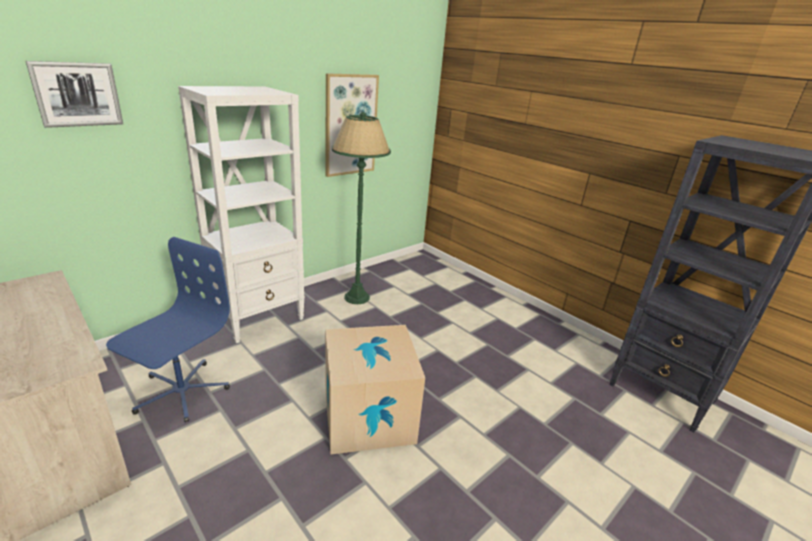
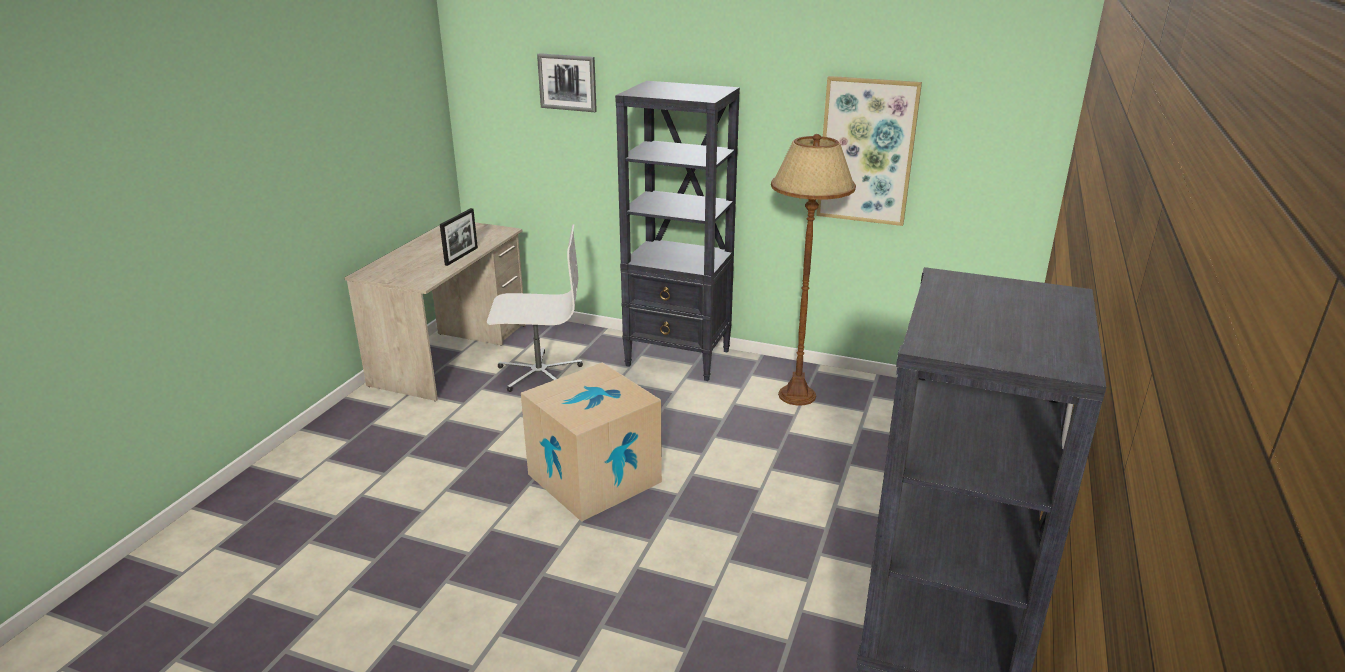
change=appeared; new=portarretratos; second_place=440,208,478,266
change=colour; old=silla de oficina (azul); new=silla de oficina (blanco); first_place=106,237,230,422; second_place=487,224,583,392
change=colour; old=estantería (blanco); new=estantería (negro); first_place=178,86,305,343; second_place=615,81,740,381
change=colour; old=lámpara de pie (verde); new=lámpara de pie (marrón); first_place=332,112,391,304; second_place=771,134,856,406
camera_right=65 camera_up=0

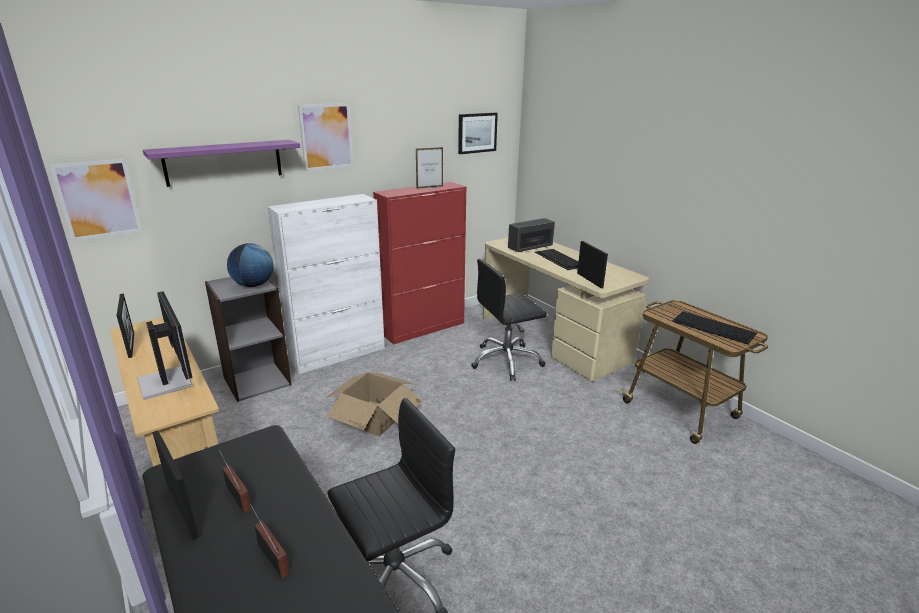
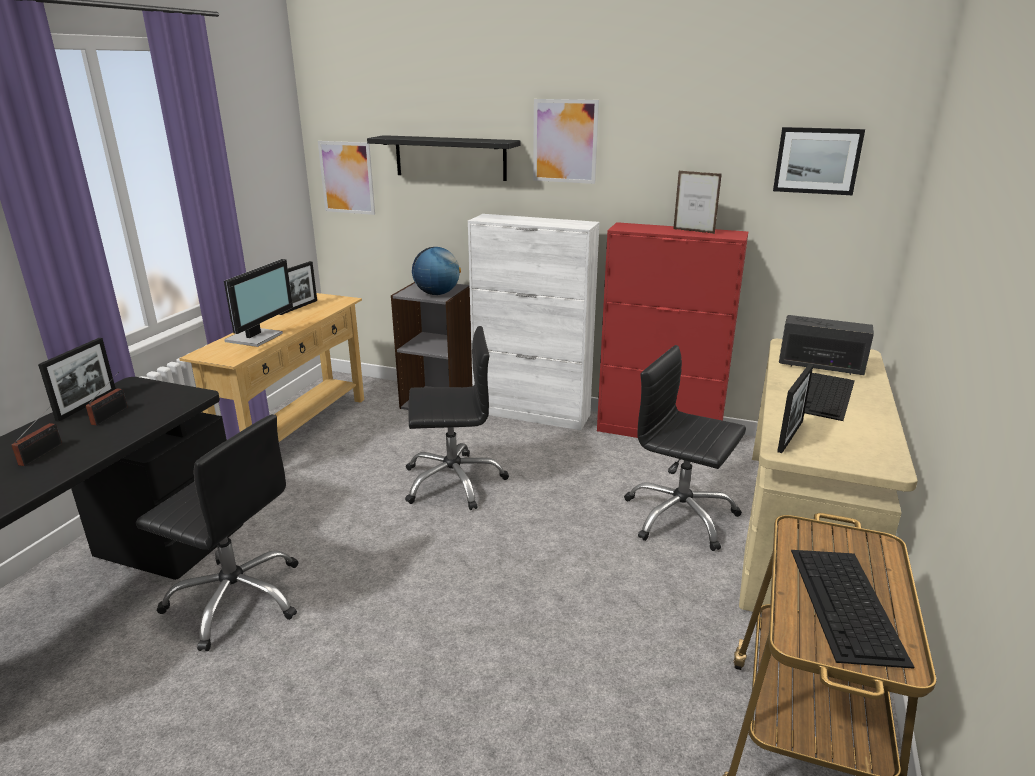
change=colour; old=estante (morado); new=estante (negro); first_place=143,140,300,187; second_place=367,135,521,181
change=exchanged; old=caja de cartón; new=silla de oficina (negro); first_place=325,372,422,436; second_place=405,326,509,510
camera_right=55 camera_up=0

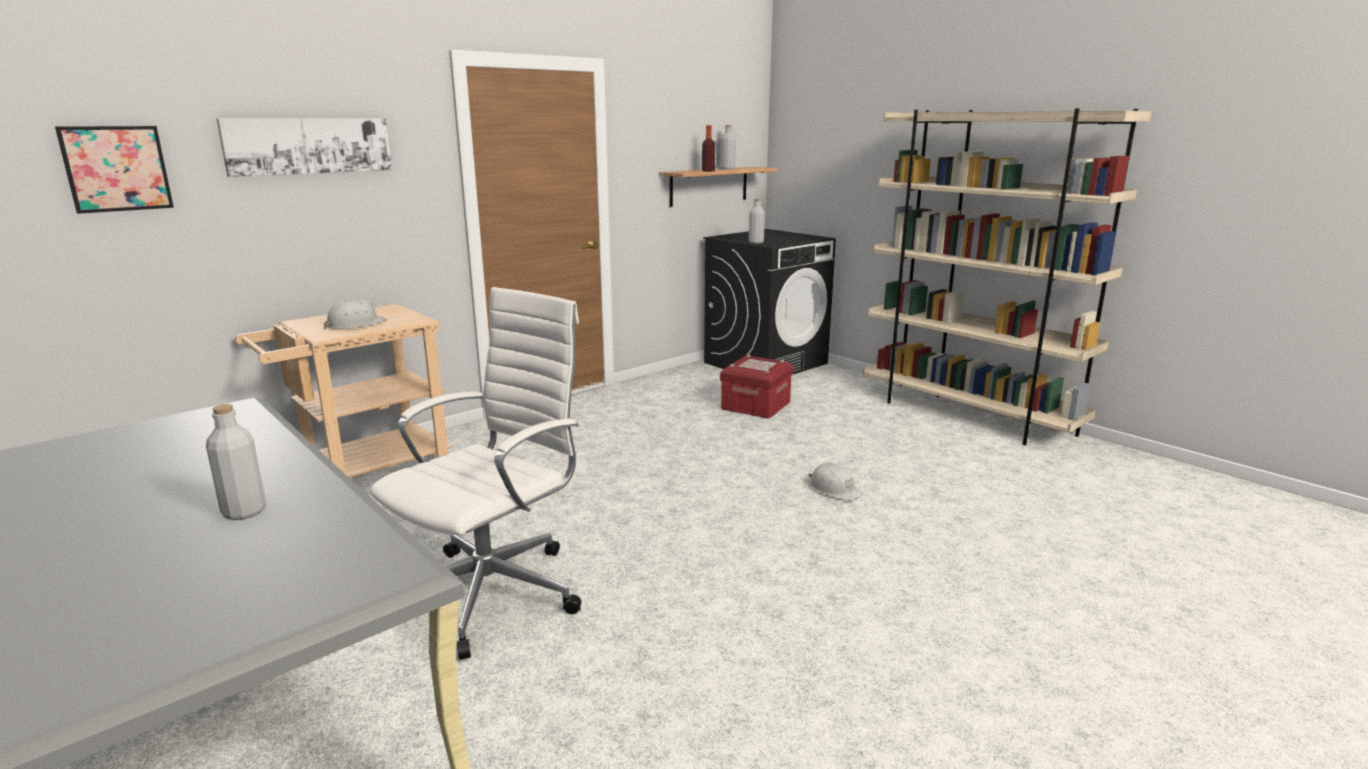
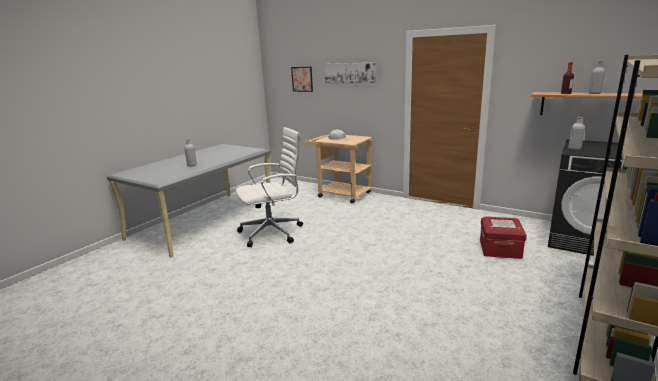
change=spun; old=silla de oficina (blanco); first_place=370,287,581,660; second_place=236,127,303,247; degrees=-45
change=missing; old=casco (blanco); first_place=809,463,863,501
camera_right=75 camera_up=0

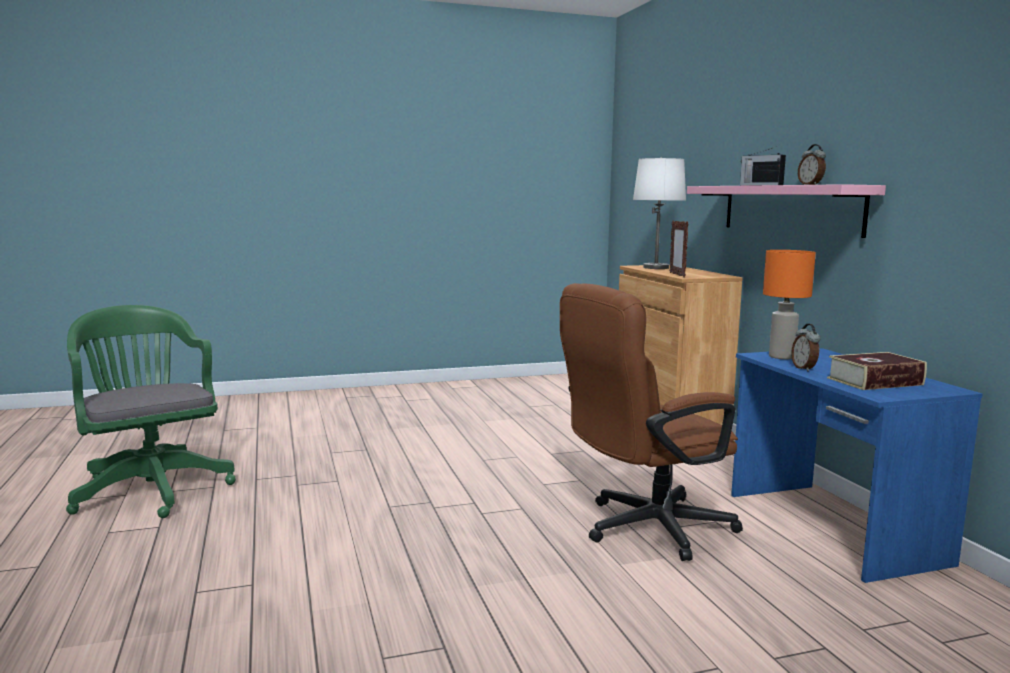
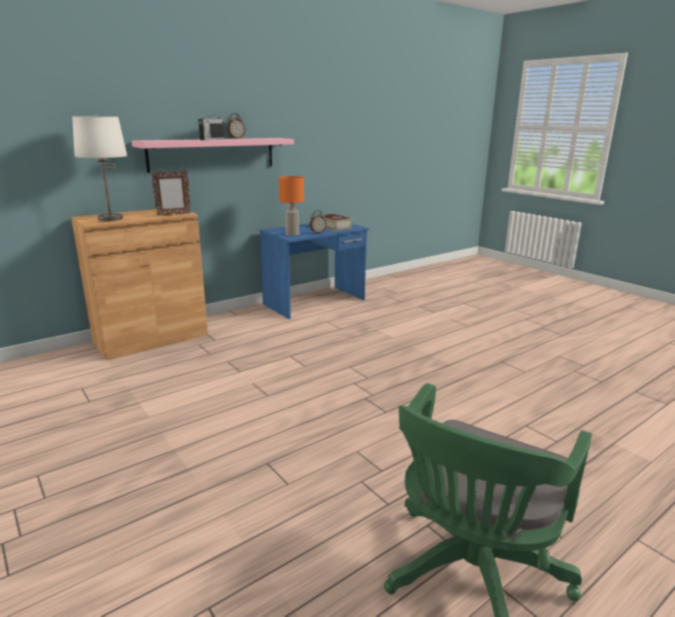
change=missing; old=silla de oficina (marrón); first_place=560,283,743,561
camera_right=-110 camera_up=10

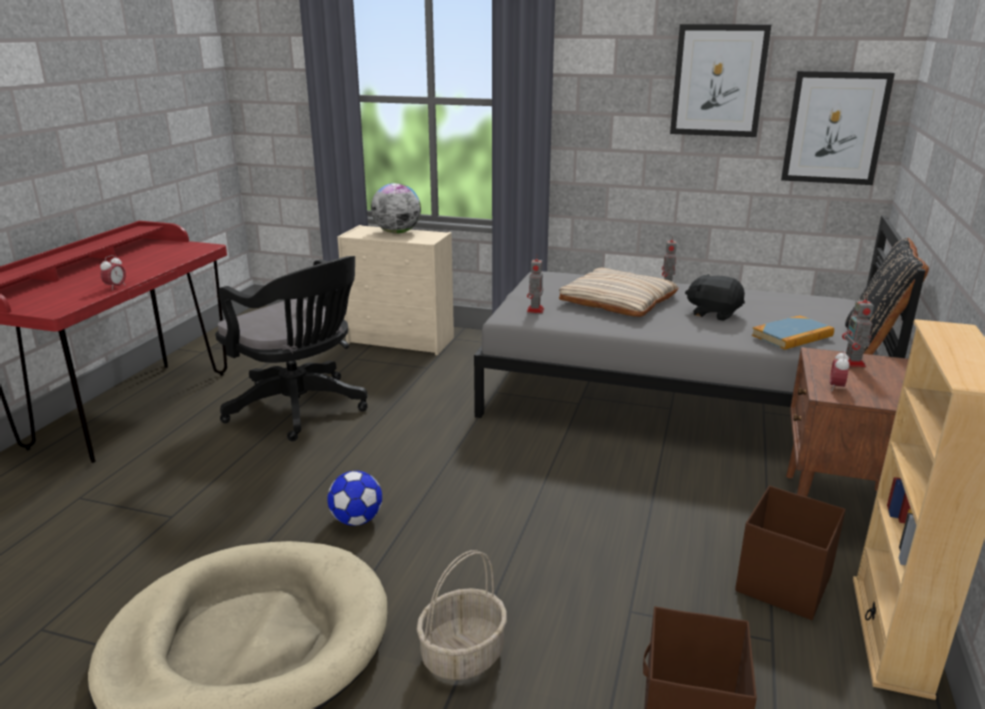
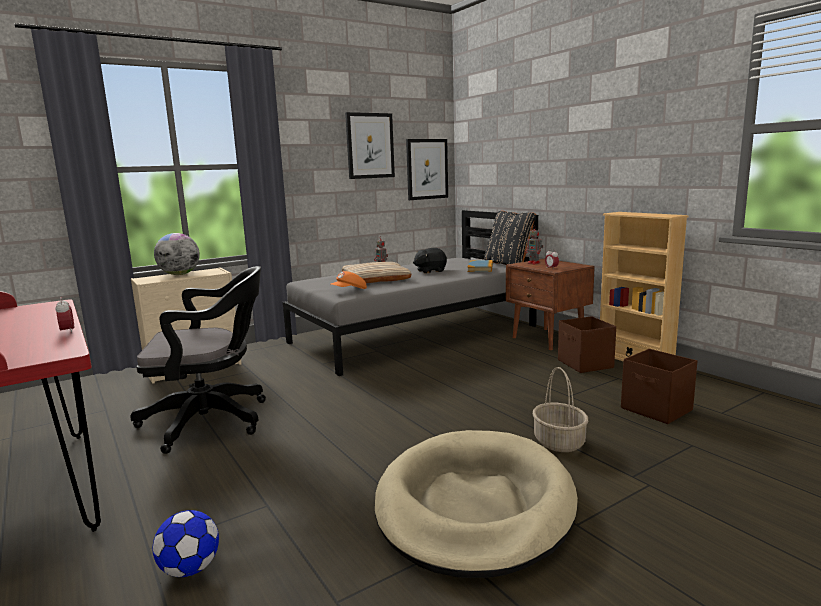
change=relocated; old=balón de fútbol; first_place=327,471,382,526; second_place=153,510,219,577
change=exchanged; old=robot de juguete; new=gorra (naranja); first_place=527,255,544,313; second_place=331,271,367,289
camera_right=-50 camera_up=-10

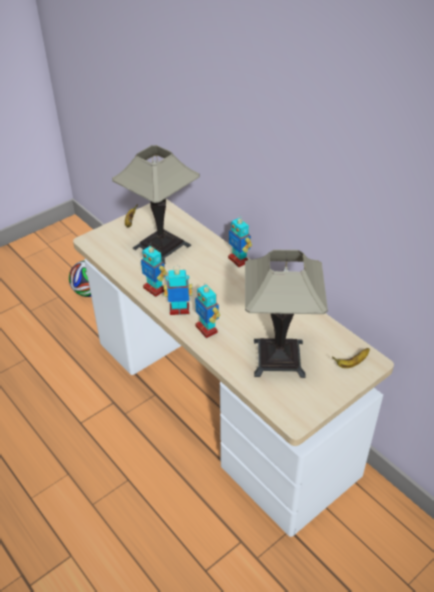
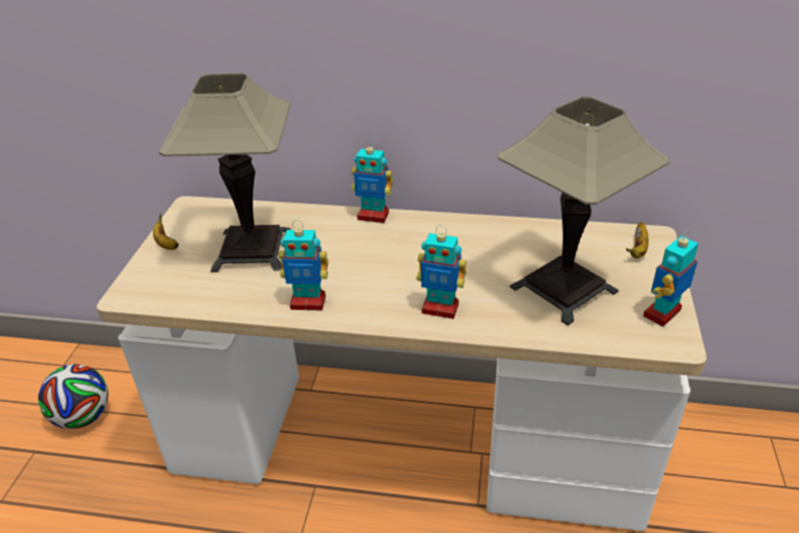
change=relocated; old=robot de juguete; first_place=164,266,193,315; second_place=643,230,699,327
camera_right=-40 camera_up=-5

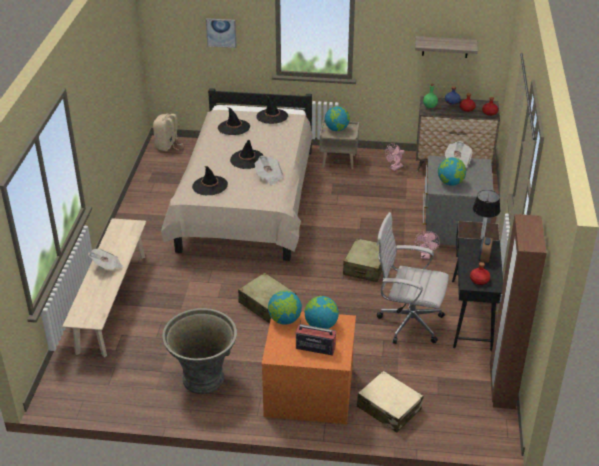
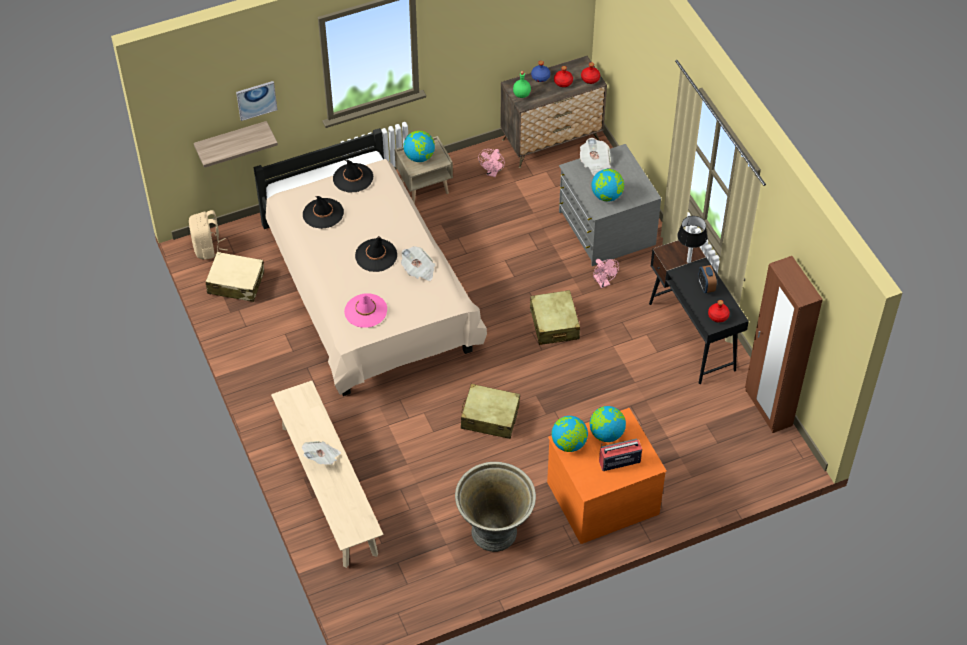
change=relocated; old=estante; first_place=415,36,478,58; second_place=194,121,278,168
change=relocated; old=maleta (beis); first_place=357,371,423,433; second_place=206,252,264,302
change=colour; old=sombrero (negro); new=sombrero (rosa); first_place=192,166,228,195; second_place=344,293,387,328
change=missing; old=silla de oficina (blanco); first_place=377,212,449,344
camera_right=-30 camera_up=15

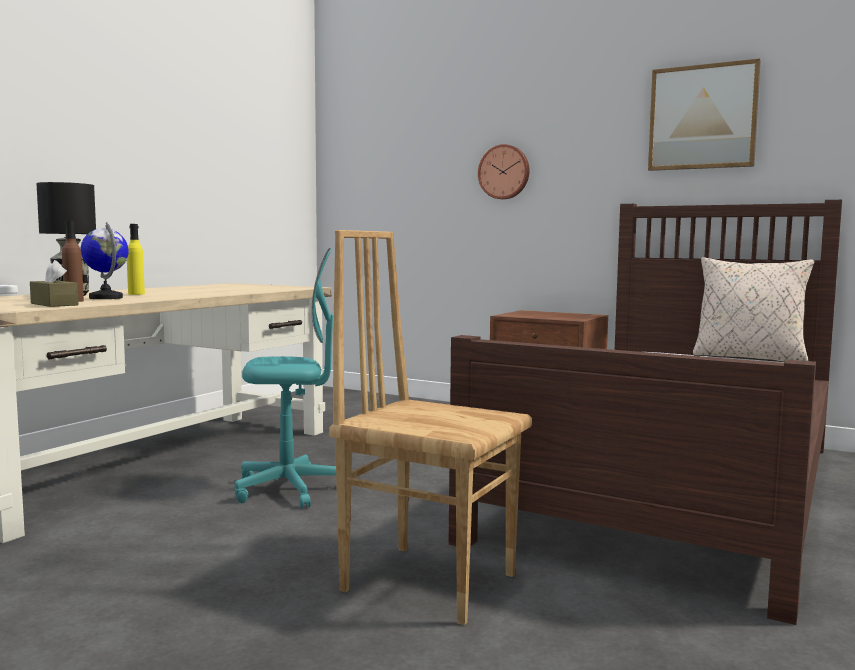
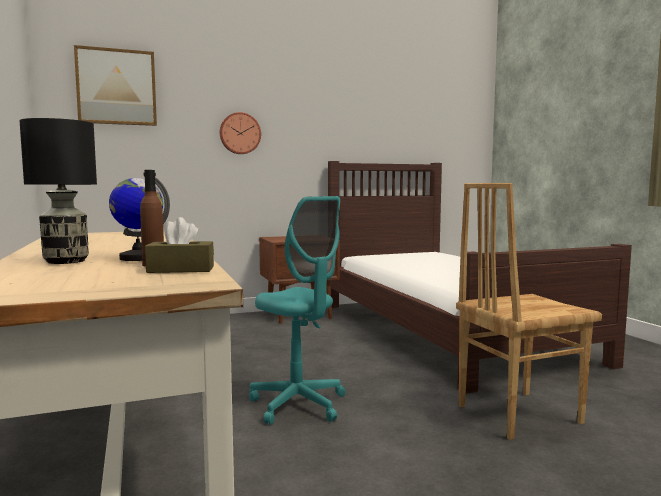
change=relocated; old=cuadro; first_place=648,59,761,171; second_place=74,45,157,126
change=spun; old=silla de oficina (turquesa); first_place=235,248,336,508; second_place=249,196,345,425; degrees=105
change=missing; old=botella (amarillo); first_place=127,224,145,295
change=missing; old=cojín (beis); first_place=693,257,814,362
camera_right=-50 camera_up=0

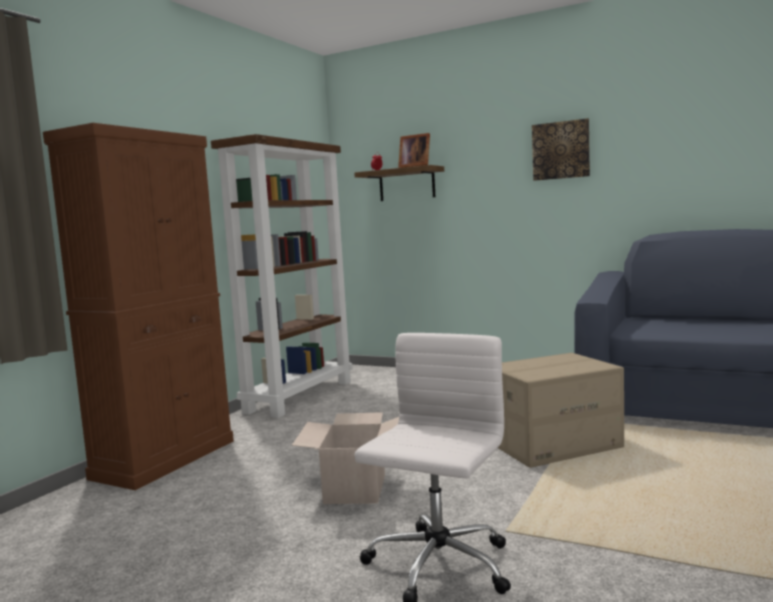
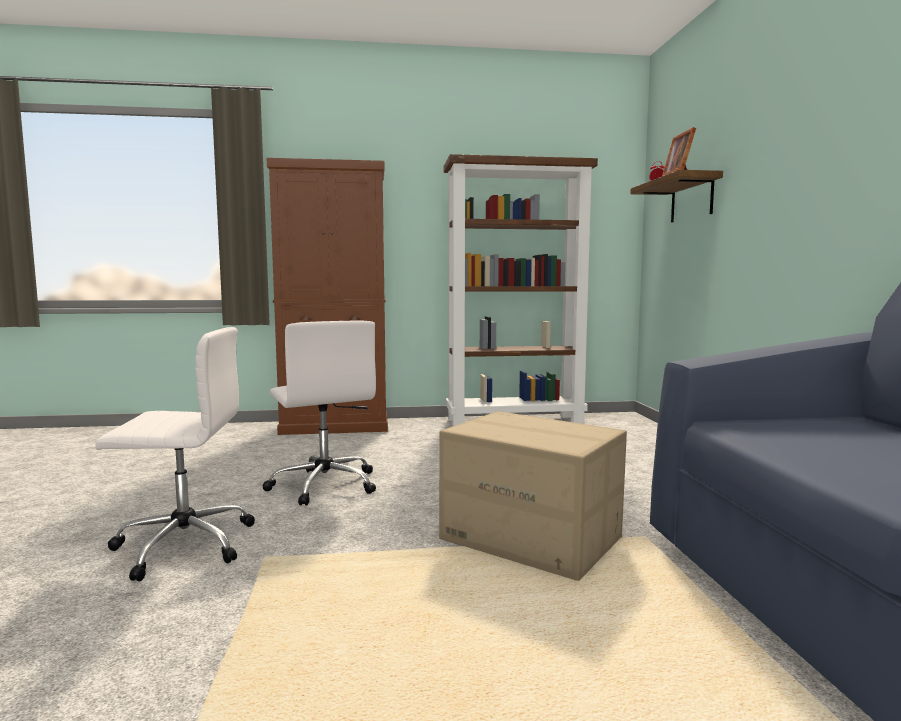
change=exchanged; old=caja de cartón; new=silla de oficina (blanco); first_place=292,412,399,504; second_place=263,321,376,505
change=missing; old=cuadro; first_place=532,118,590,181
camera_right=55 camera_up=0

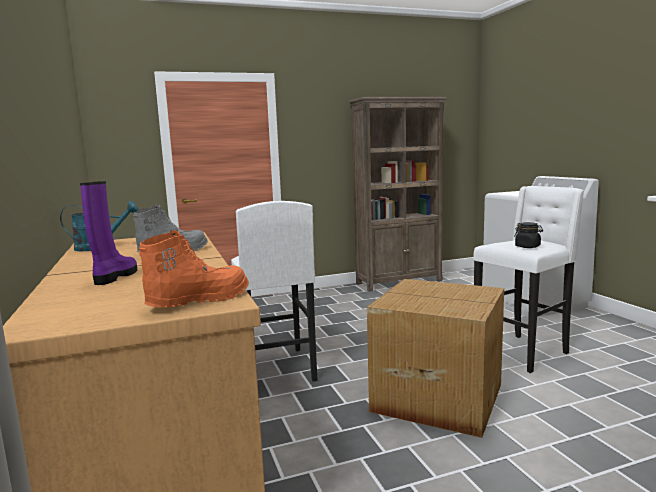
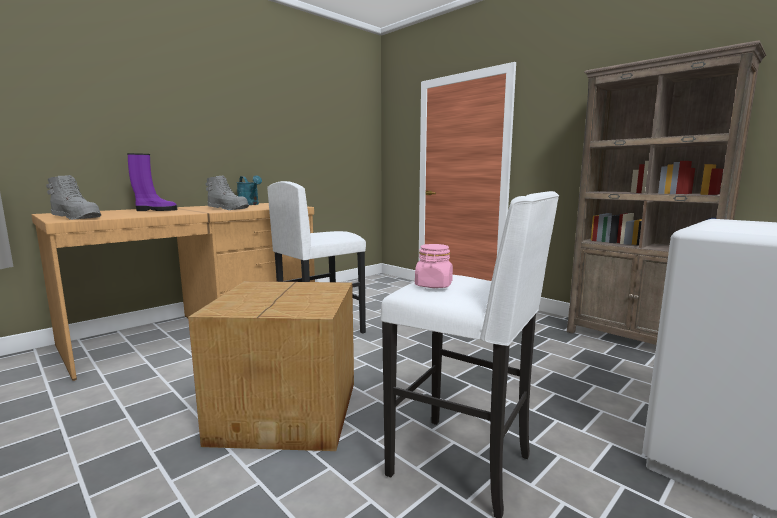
change=colour; old=bota (naranja); new=bota (gris); first_place=139,230,249,308; second_place=46,175,101,220
change=colour; old=tarro (negro); new=tarro (rosa); first_place=514,222,543,248; second_place=415,244,453,288
camera_right=65 camera_up=0

